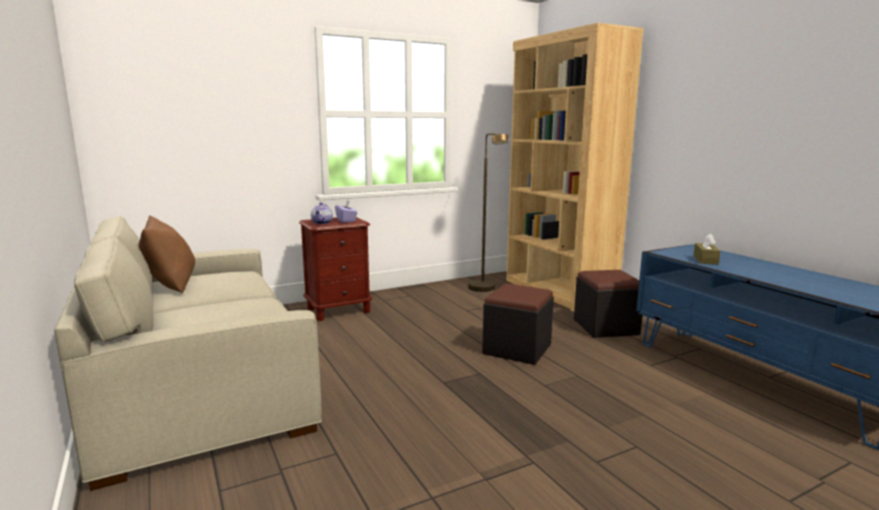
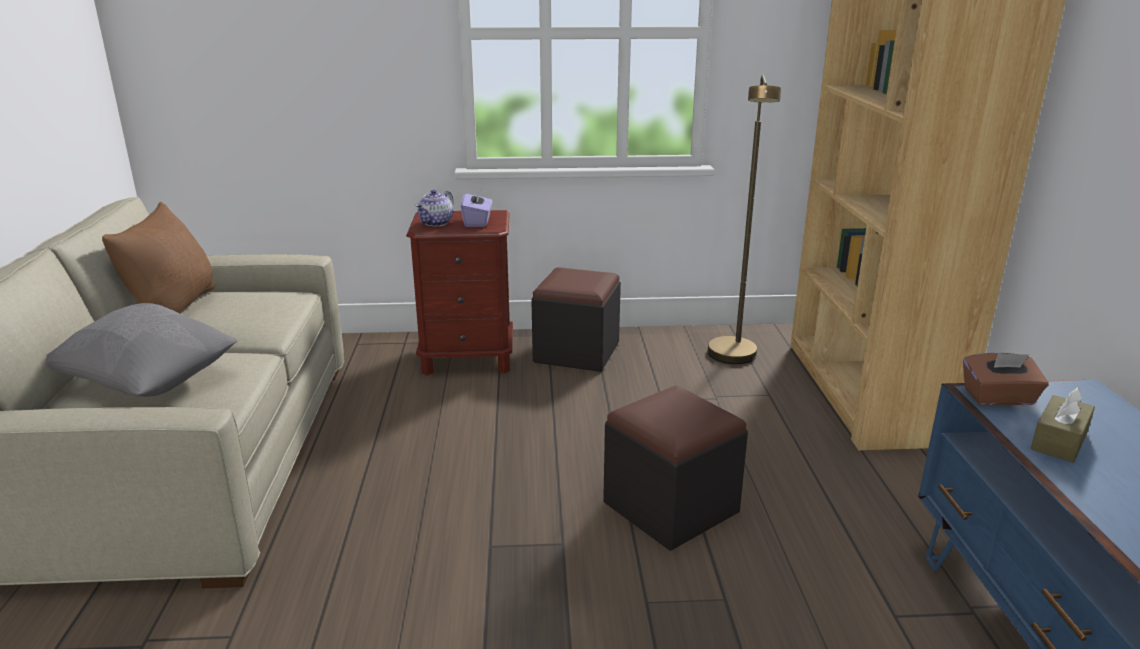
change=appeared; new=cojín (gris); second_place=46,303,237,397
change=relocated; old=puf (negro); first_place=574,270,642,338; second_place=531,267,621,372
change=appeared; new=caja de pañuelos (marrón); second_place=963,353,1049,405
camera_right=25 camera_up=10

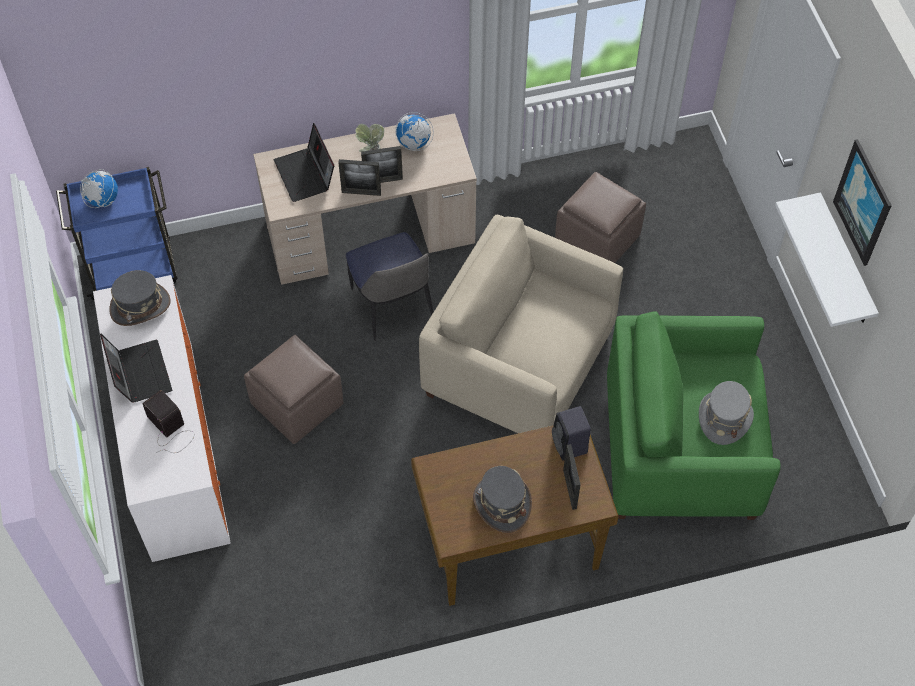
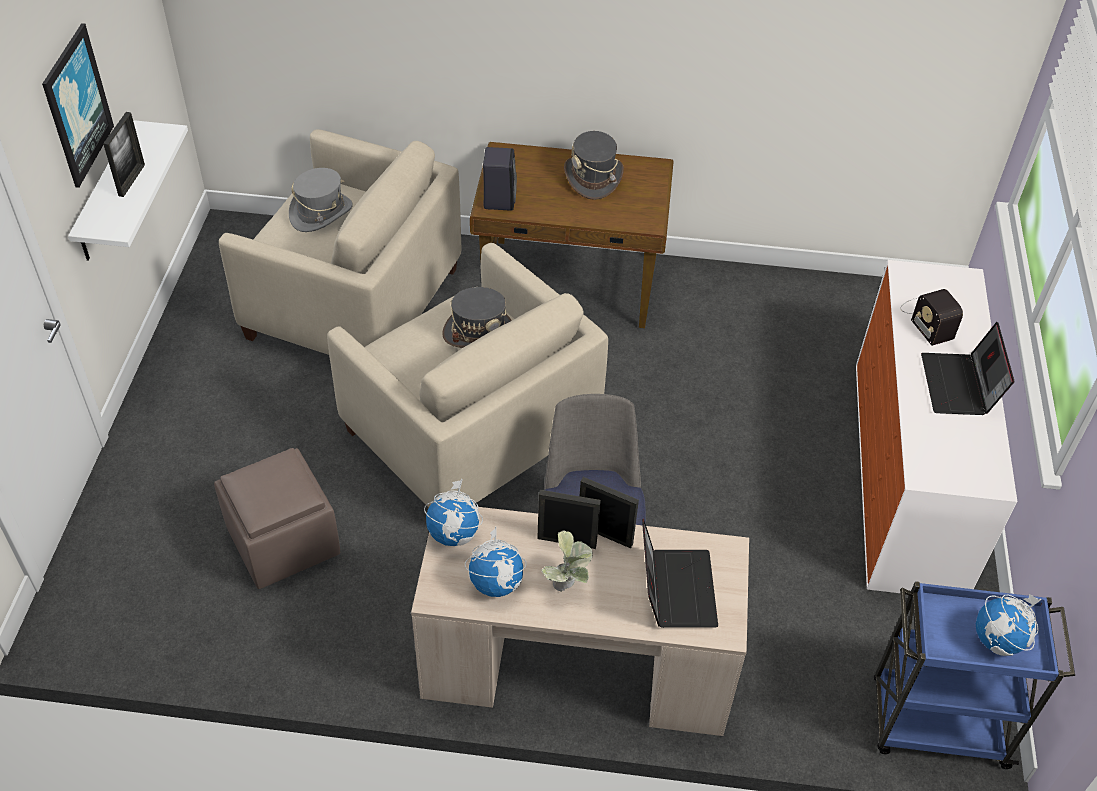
change=relocated; old=portarretratos; first_place=563,444,581,510; second_place=103,112,145,197
change=colour; old=sillón (verde); new=sillón (beis); first_place=607,311,780,520; second_place=219,129,461,355
change=appeared; new=globo terráqueo; second_place=424,479,483,546
change=relocated; old=sombrero (gris); first_place=109,270,171,326; second_place=442,287,512,348
change=missing; old=puf (marrón); first_place=244,335,343,444
camera_right=-160 camera_up=-10

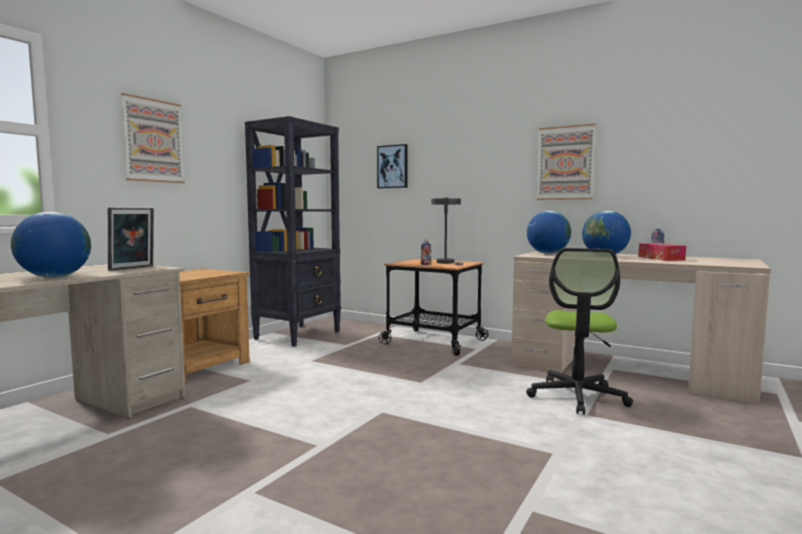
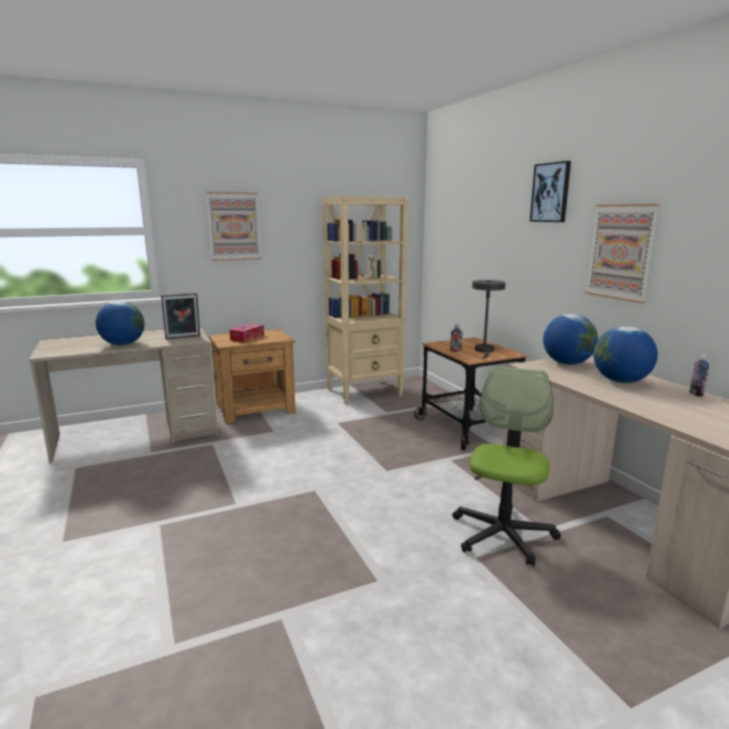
change=relocated; old=caja de pañuelos; first_place=638,243,686,261; second_place=229,324,264,342
change=colour; old=estantería (negro); new=estantería (beis); first_place=245,116,341,347; second_place=322,196,409,405
change=spun; old=silla de oficina; first_place=526,248,633,415; second_place=452,366,561,566; degrees=150
change=relocated; old=cuadro; first_place=377,144,407,188; second_place=530,161,571,222
camera_right=35 camera_up=10

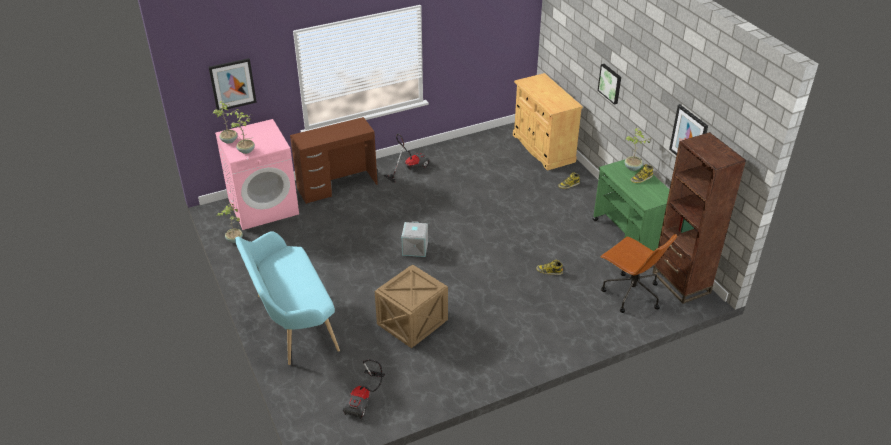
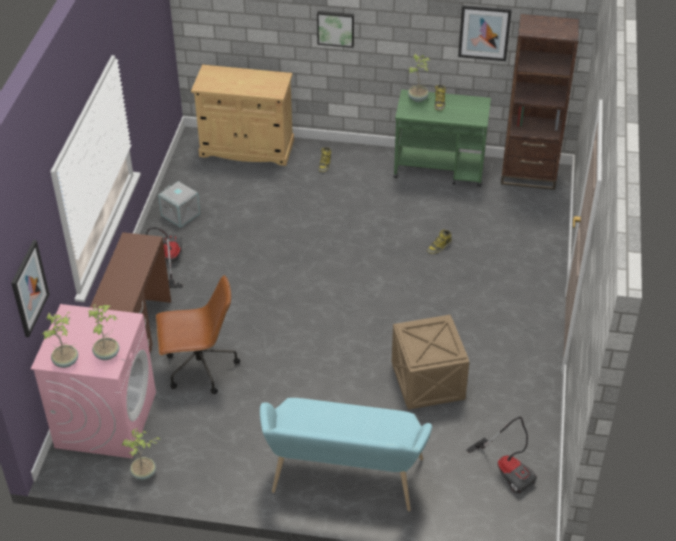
change=relocated; old=silla de oficina (marrón); first_place=600,234,677,313; second_place=156,275,240,394
change=relocated; old=caja de almacenaje (gris); first_place=401,221,428,257; second_place=158,181,200,228
camera_right=-55 camera_up=5

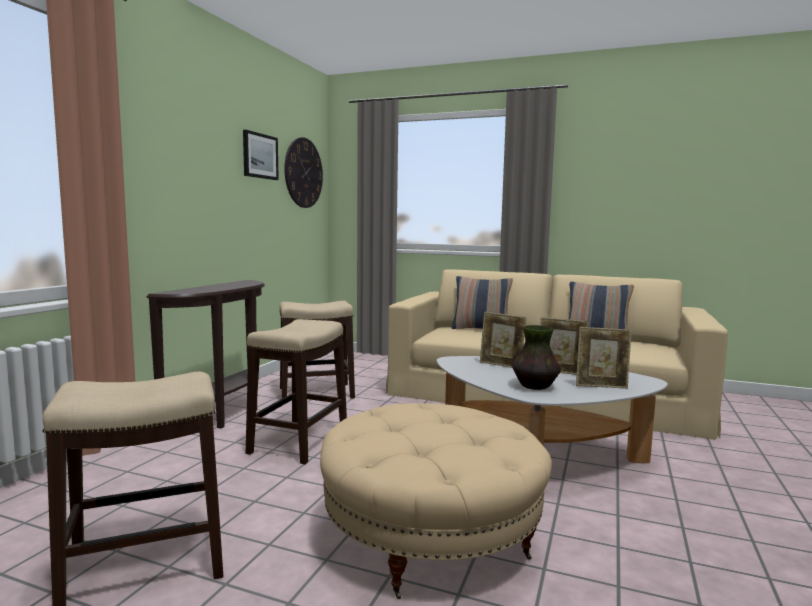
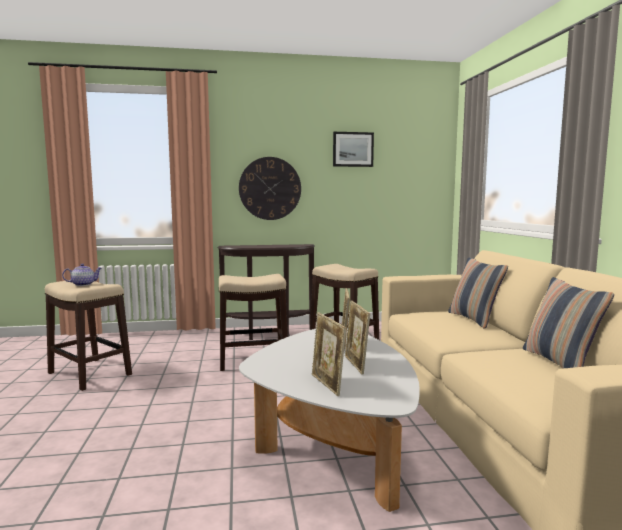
change=appeared; new=tetera; second_place=62,264,101,286
change=relocated; old=reloj de pared; first_place=284,137,323,208; second_place=239,157,301,220
change=missing; old=puf (beis); first_place=320,403,552,599
change=missing; old=florero; first_place=512,325,561,390
camera_right=60 camera_up=0

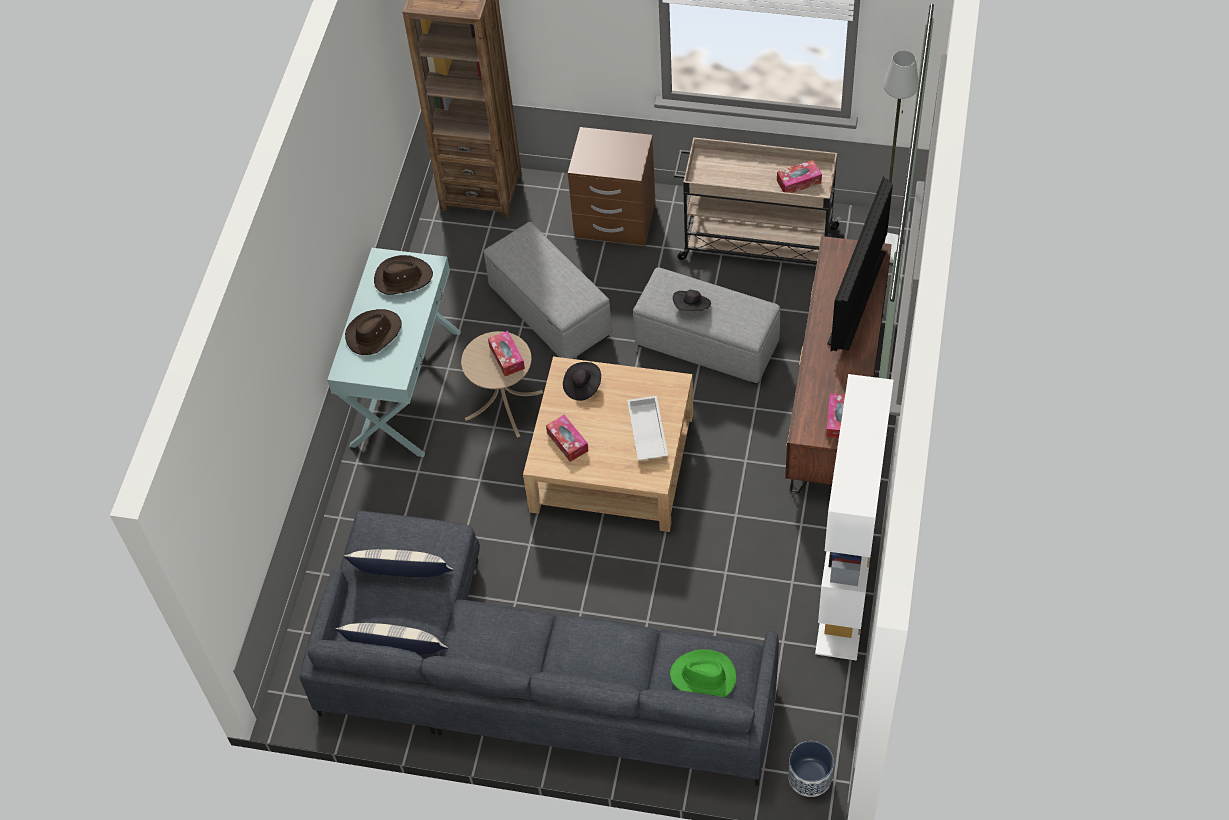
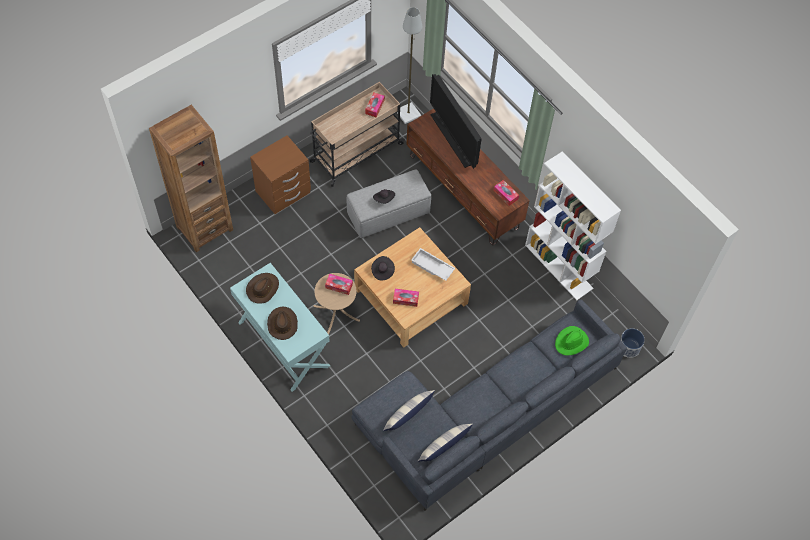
change=missing; old=puf (gris); first_place=484,222,612,359
camera_right=-55 camera_up=5

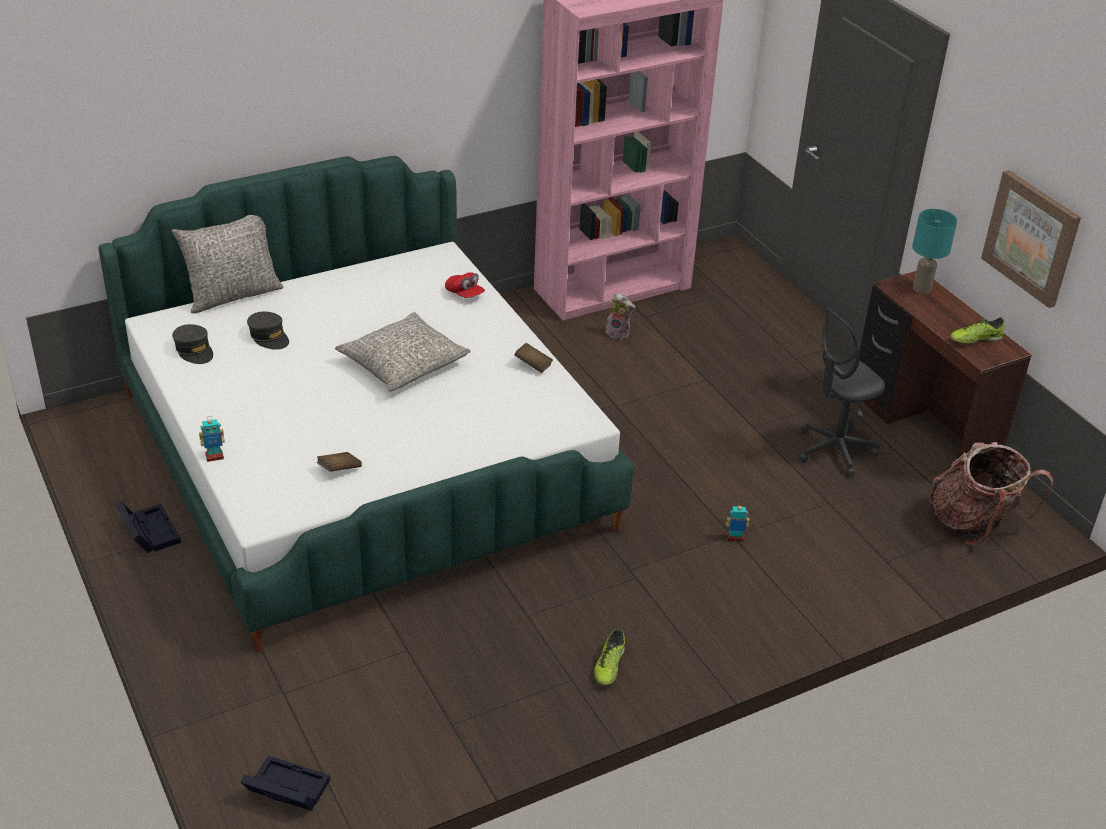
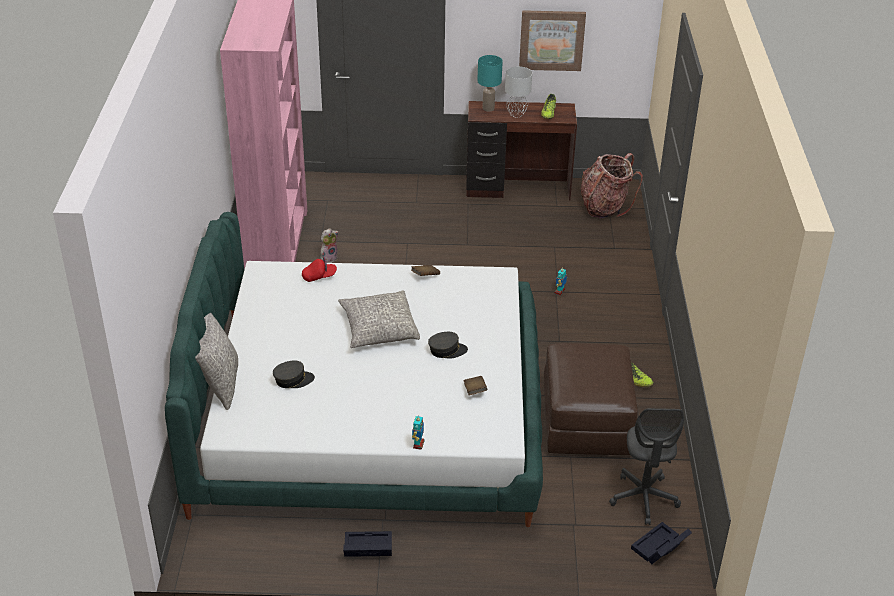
change=relocated; old=gorra (gris); first_place=172,324,213,364; second_place=428,332,468,358
change=appeared; new=lámpara de mesa (gris); second_place=505,66,532,118
change=appeared; new=puf (marrón); second_place=544,343,638,455
change=relocated; old=silla de oficina (gris); first_place=799,308,885,477; second_place=609,408,684,525
camera_right=-60 camera_up=0

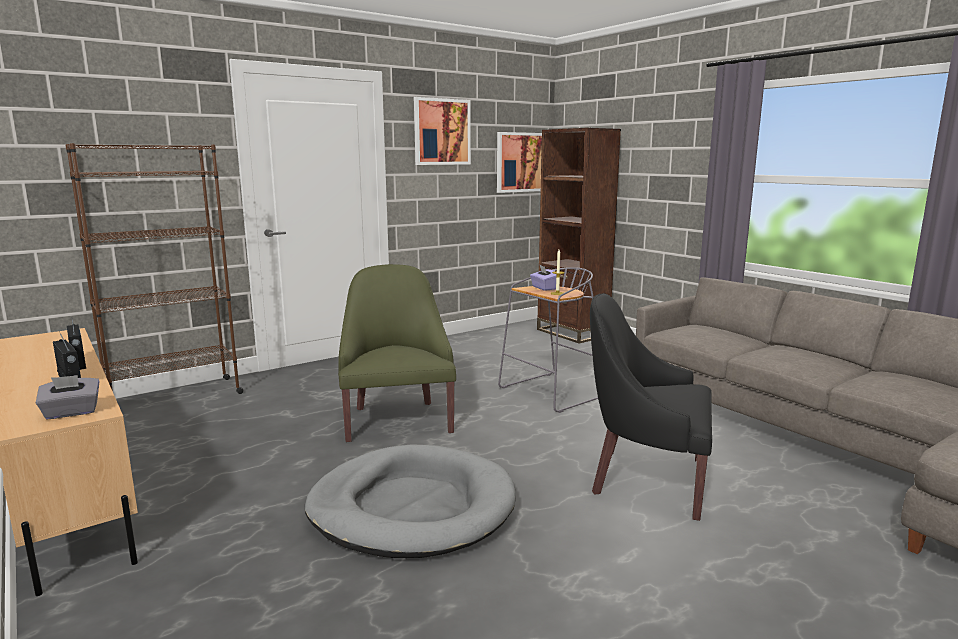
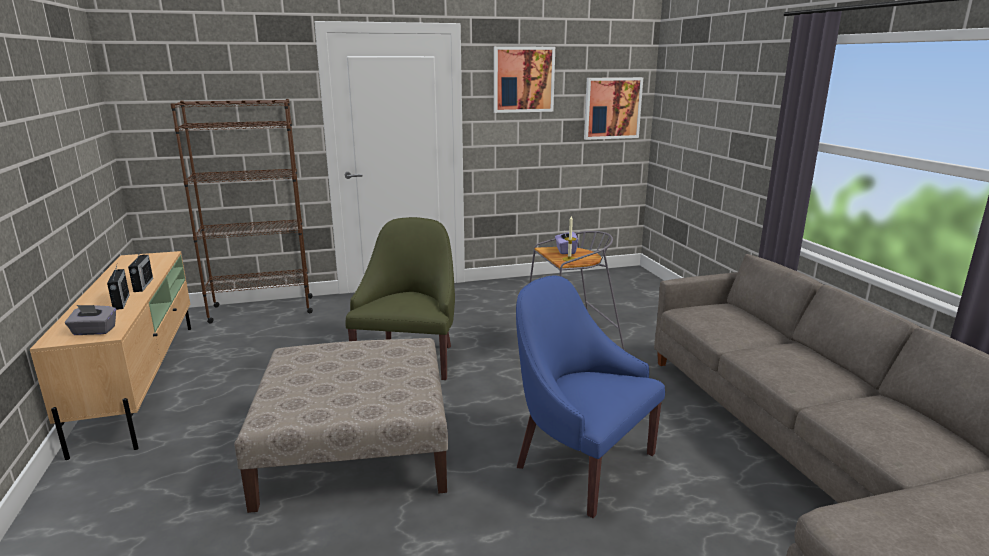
change=exchanged; old=cama para perro (gris); new=puf (beis); first_place=304,444,516,558; second_place=234,338,448,513
change=colour; old=sillón (negro); new=sillón (azul); first_place=590,293,712,521; second_place=516,276,665,518
change=missing; old=estantería (marrón); first_place=537,128,621,343
camera_right=20 camera_up=5

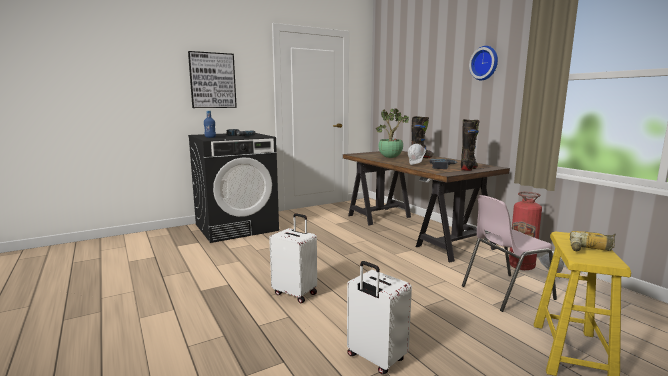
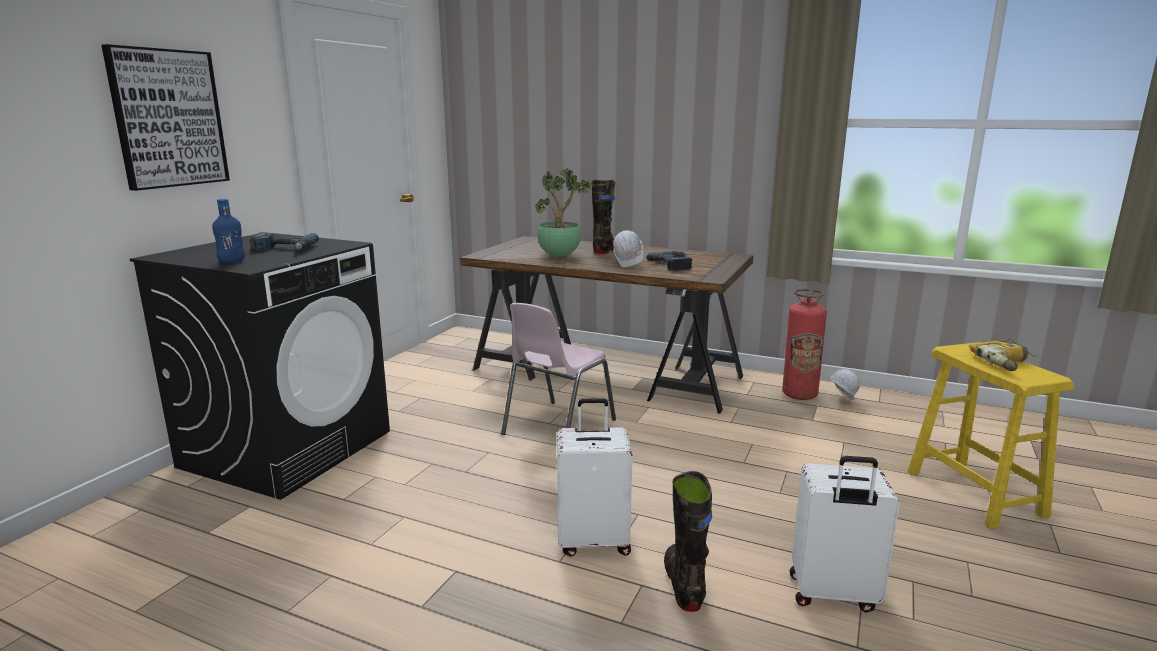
change=relocated; old=silla (rosa); first_place=462,195,557,312; second_place=501,303,616,435
change=relocated; old=bota (negro); first_place=461,119,480,171; second_place=664,471,712,612
change=missing; old=reloj de pared; first_place=469,46,498,80
camera_right=-35 camera_up=5

